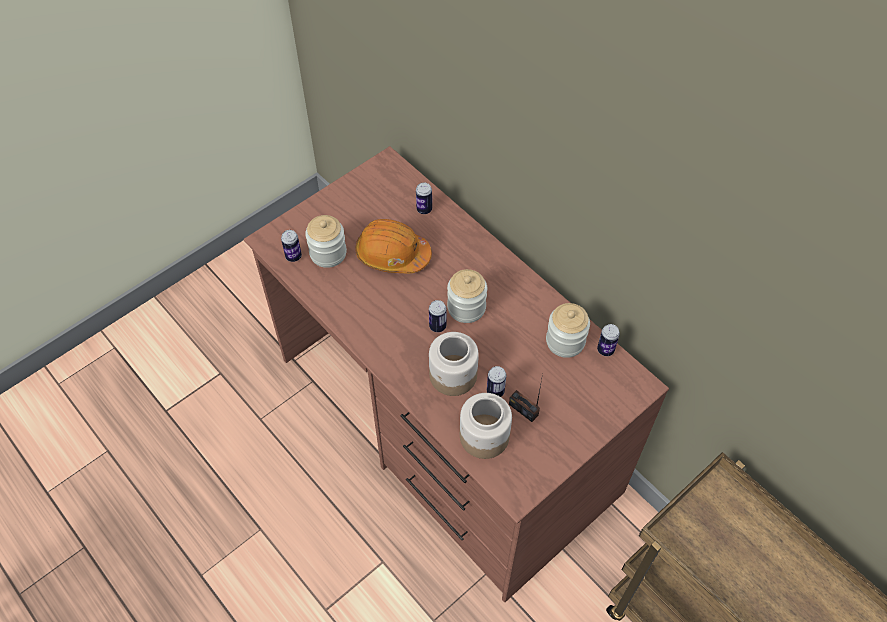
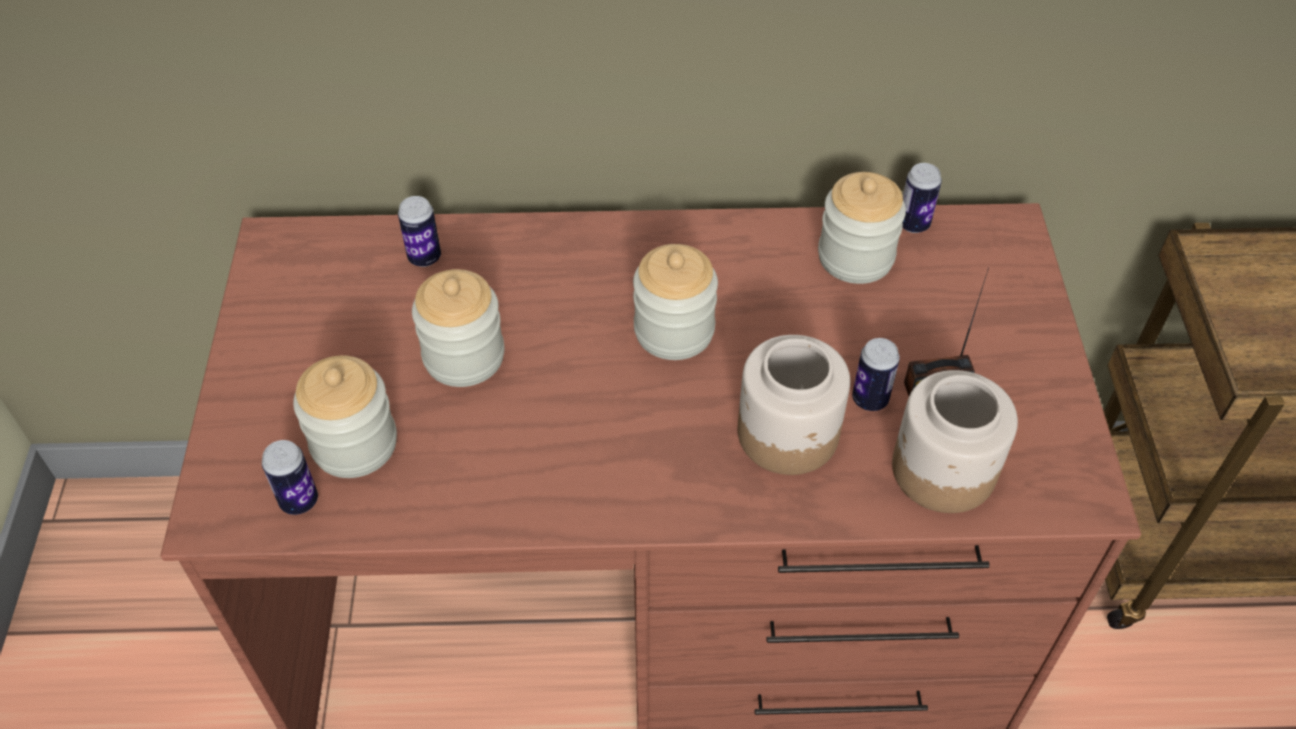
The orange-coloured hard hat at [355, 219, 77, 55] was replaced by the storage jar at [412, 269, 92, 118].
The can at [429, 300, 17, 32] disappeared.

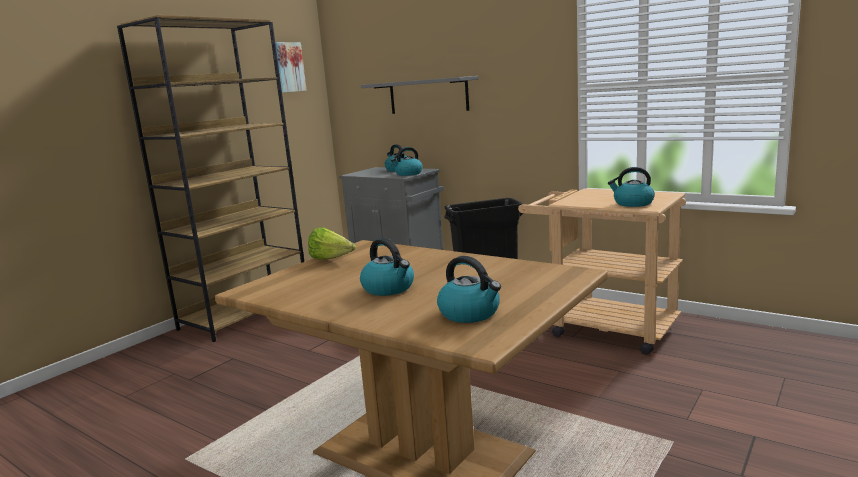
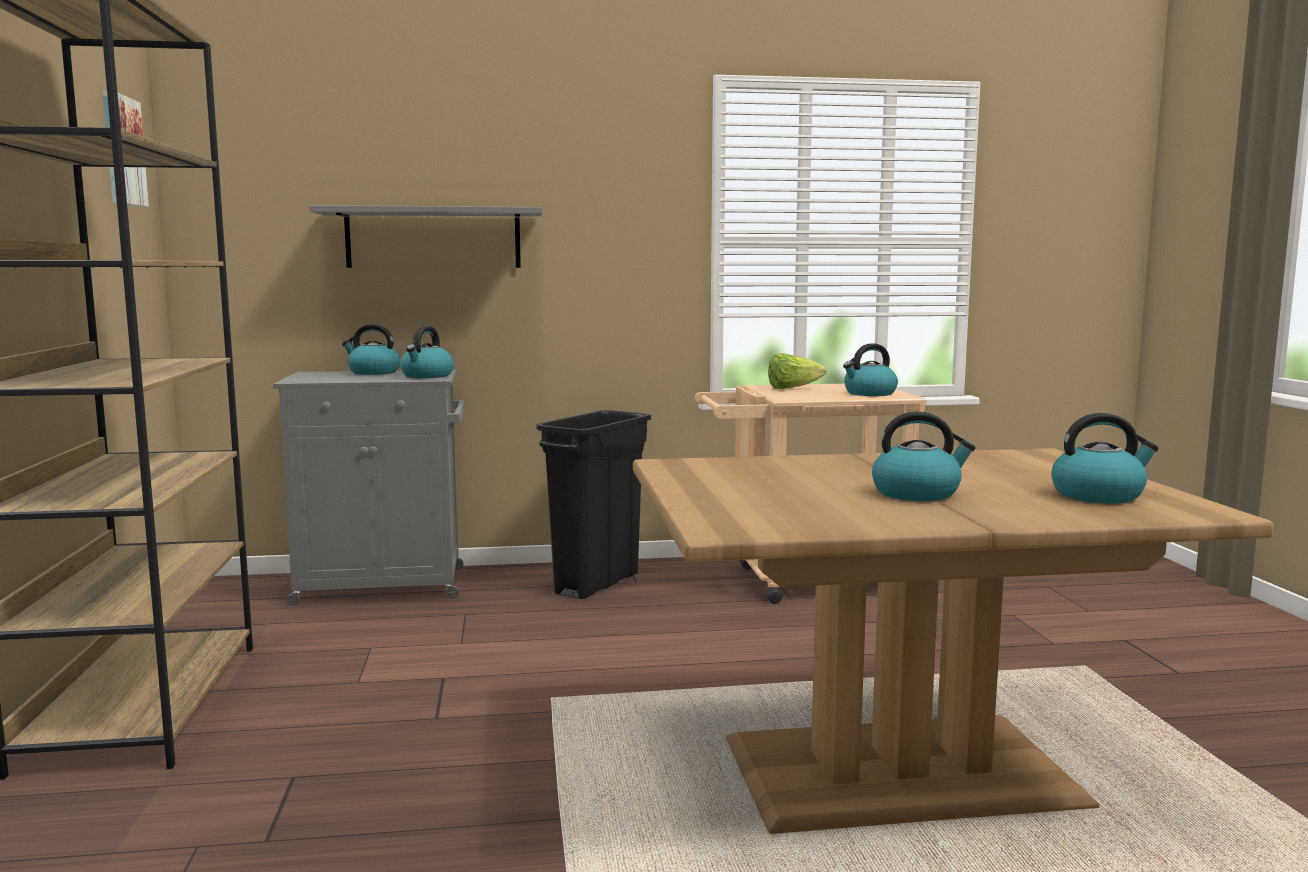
The lettuce head moved from [308, 227, 48, 32] to [768, 353, 58, 36].

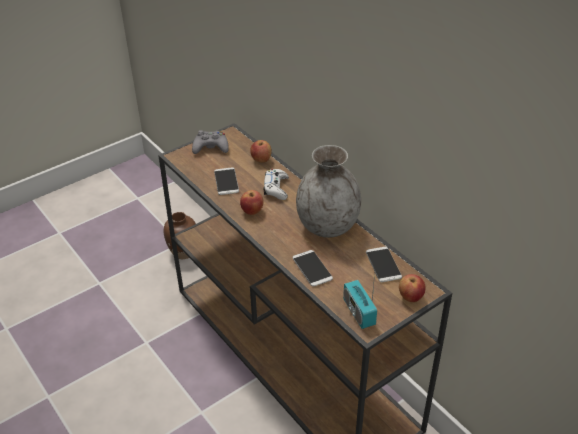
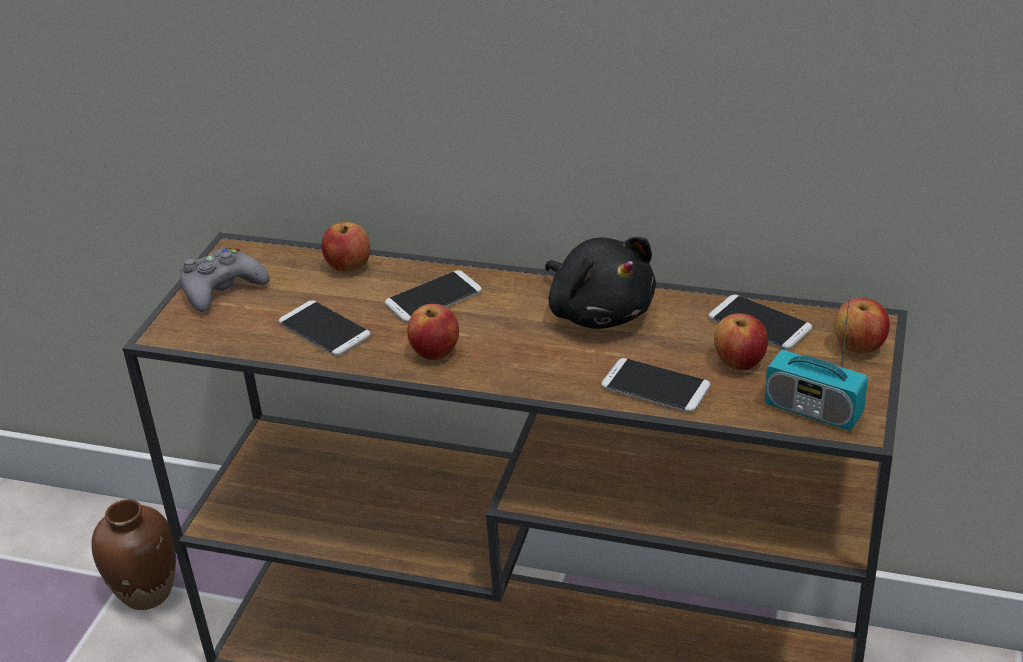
The white-coloured joypad at [263, 169, 26, 31] was replaced by the handset at [385, 270, 97, 53].
The gray flower vase at [296, 145, 65, 93] was replaced by the black-coloured cuddly toy at [545, 237, 111, 92].
The apple fruit at [714, 313, 54, 57] appeared.

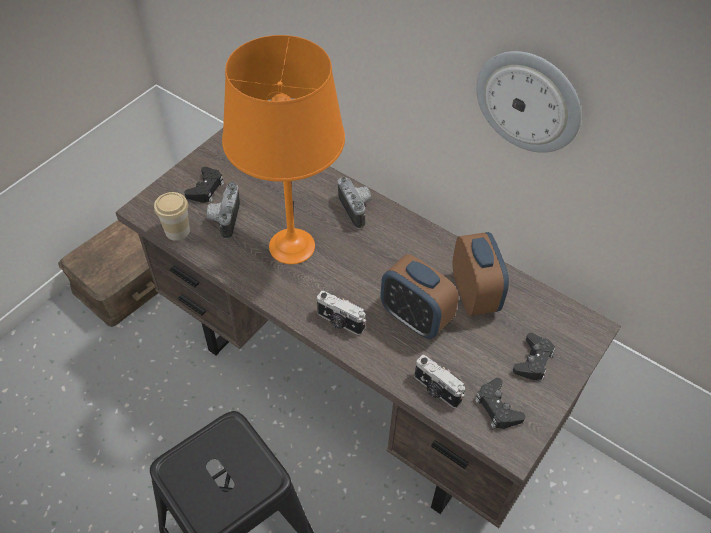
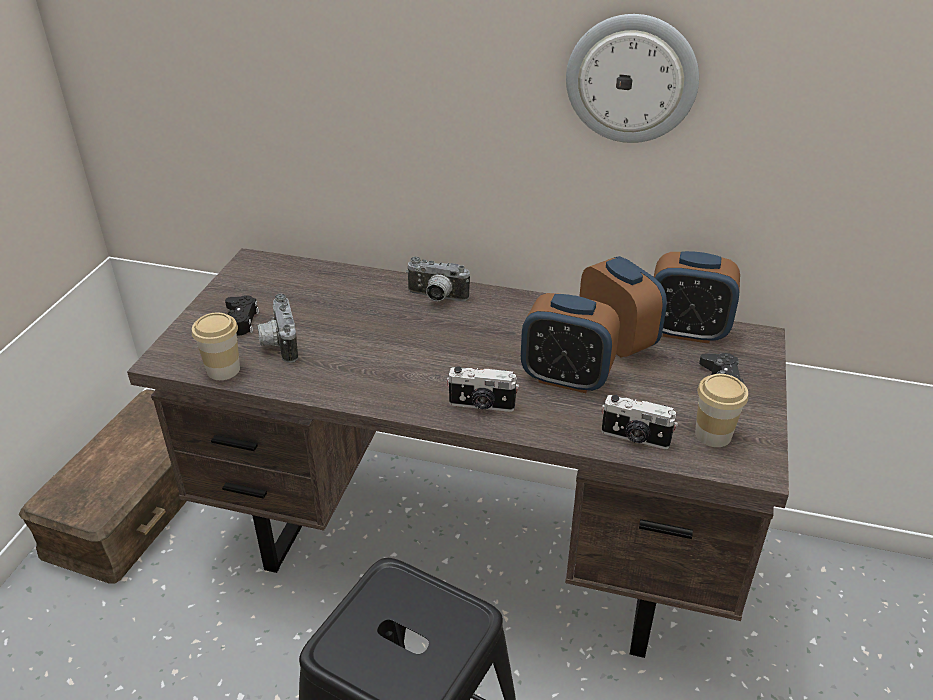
The photo camera at [338, 177, 33, 52] turned 150 degrees clockwise.
The alarm clock at [654, 251, 86, 93] appeared.
The black-coloured joypad at [475, 378, 51, 51] was replaced by the small cup at [695, 374, 53, 73].
The orange-coloured lamp for a table at [222, 35, 123, 229] disappeared.

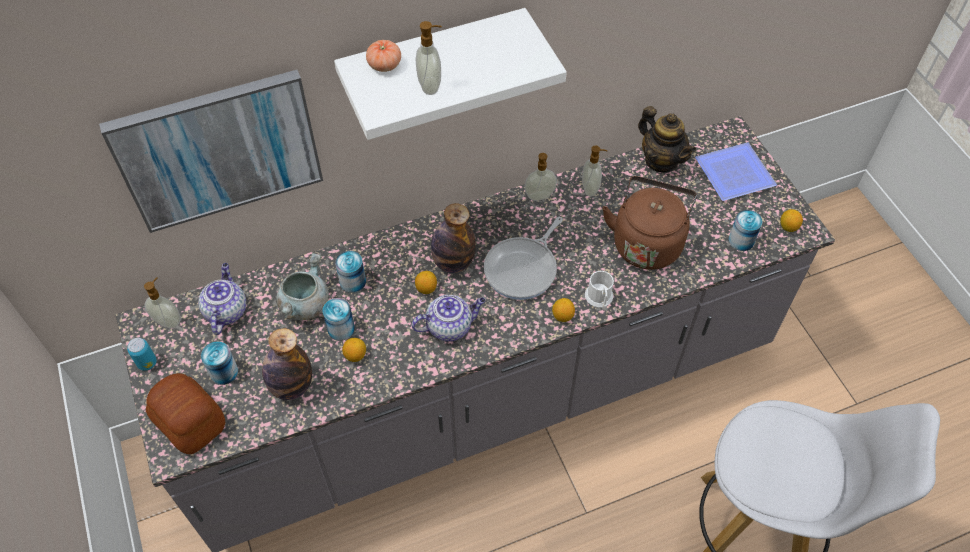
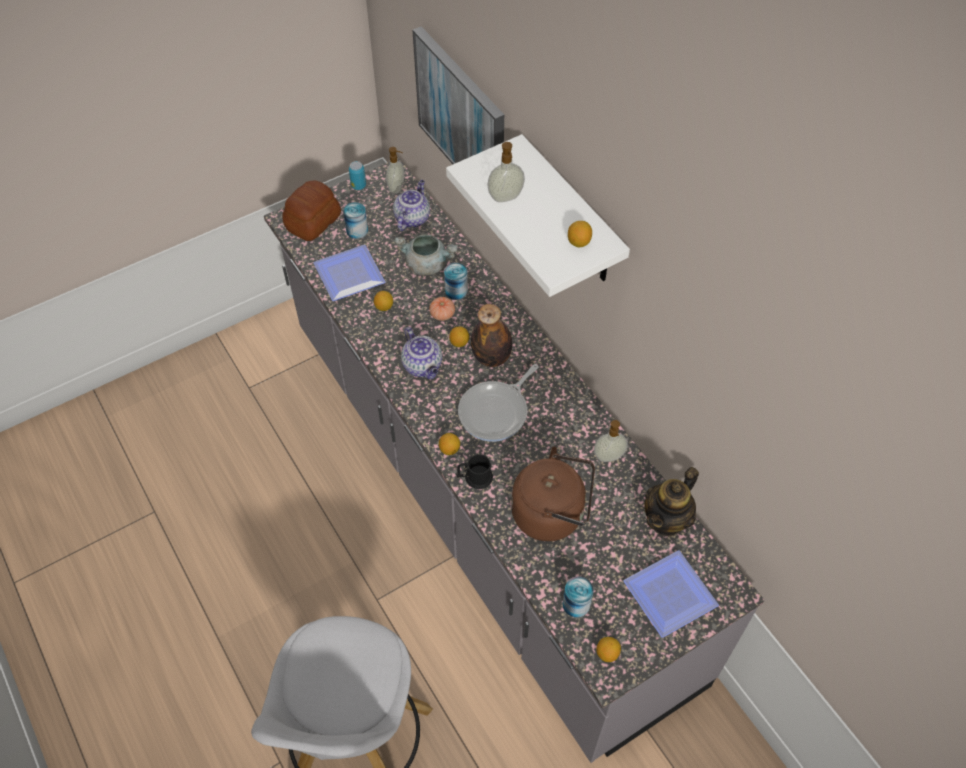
The beverage bottle at [262, 328, 50, 72] was replaced by the plate at [313, 245, 72, 56].
The pot for tea at [198, 263, 48, 72] turned 60 degrees counterclockwise.
The tomato moved from [366, 40, 35, 32] to [429, 297, 26, 24].
The white-coloured mug at [585, 271, 29, 37] became the black-coloured mug at [456, 454, 37, 35].
The frying pan at [484, 217, 79, 83] turned 75 degrees counterclockwise.
The lemon at [568, 221, 24, 26] appeared.
The can at [323, 298, 32, 43] disappeared.
The liquid soap bottle at [524, 153, 33, 48] disappeared.

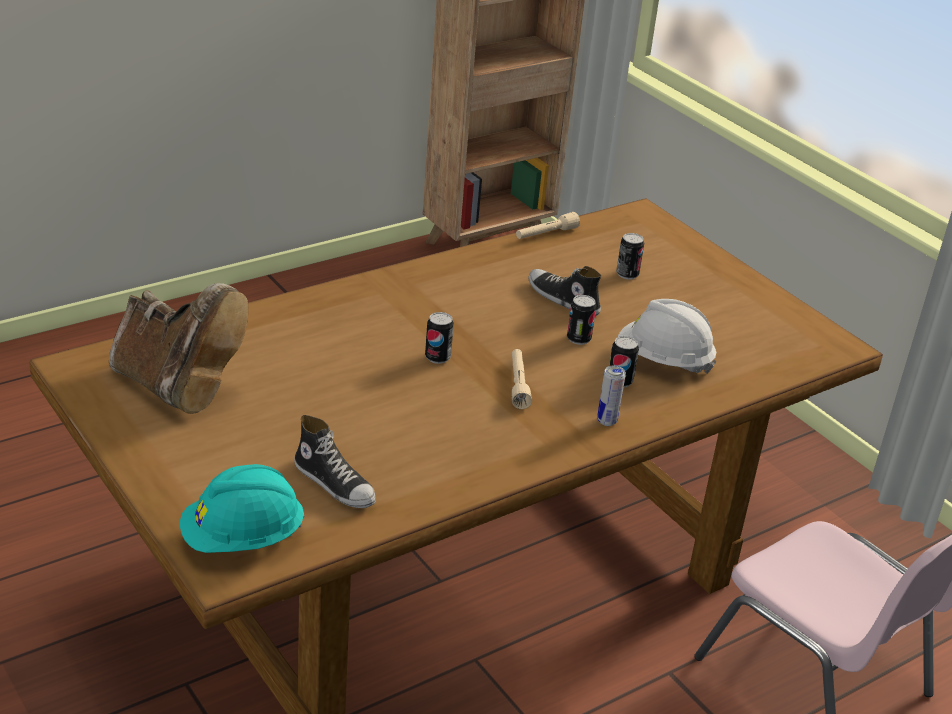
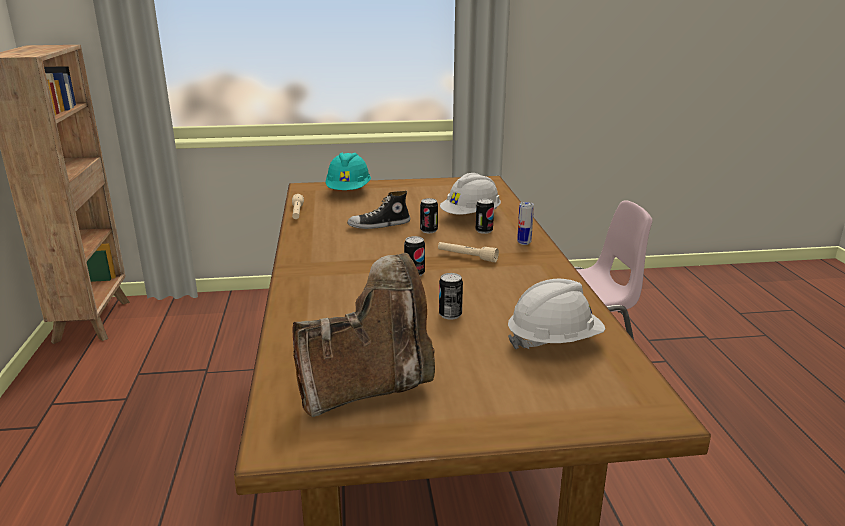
The turquoise-coloured hard hat moved from [180, 464, 124, 89] to [325, 153, 46, 37].
The can moved from [616, 233, 28, 46] to [439, 273, 24, 47].
The item of footwear at [294, 415, 82, 93] was replaced by the white-coloured hard hat at [508, 279, 97, 70].

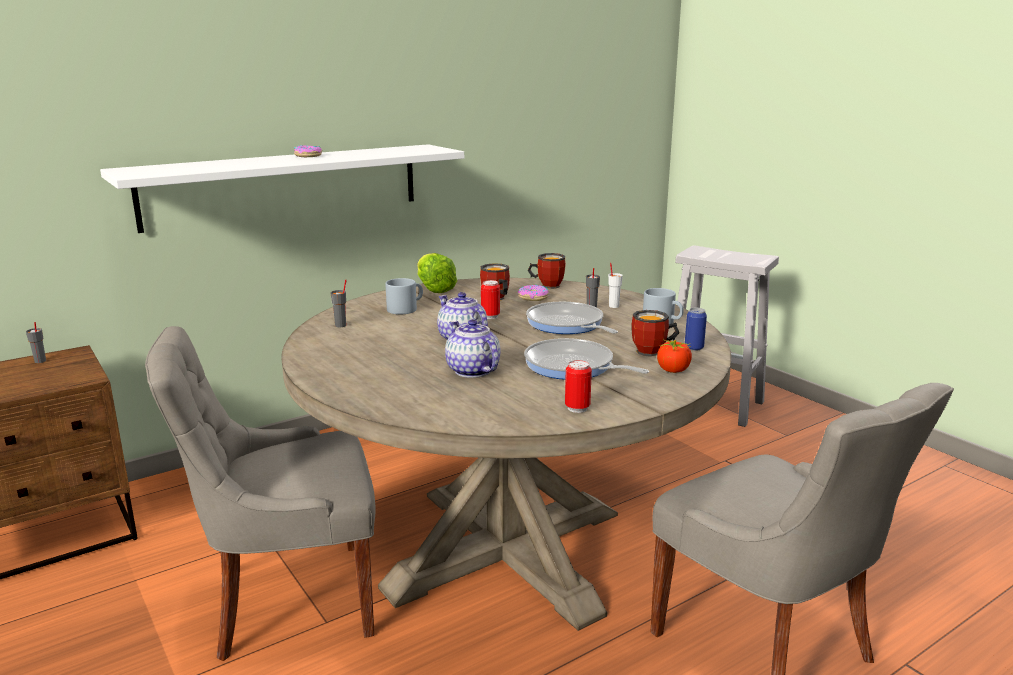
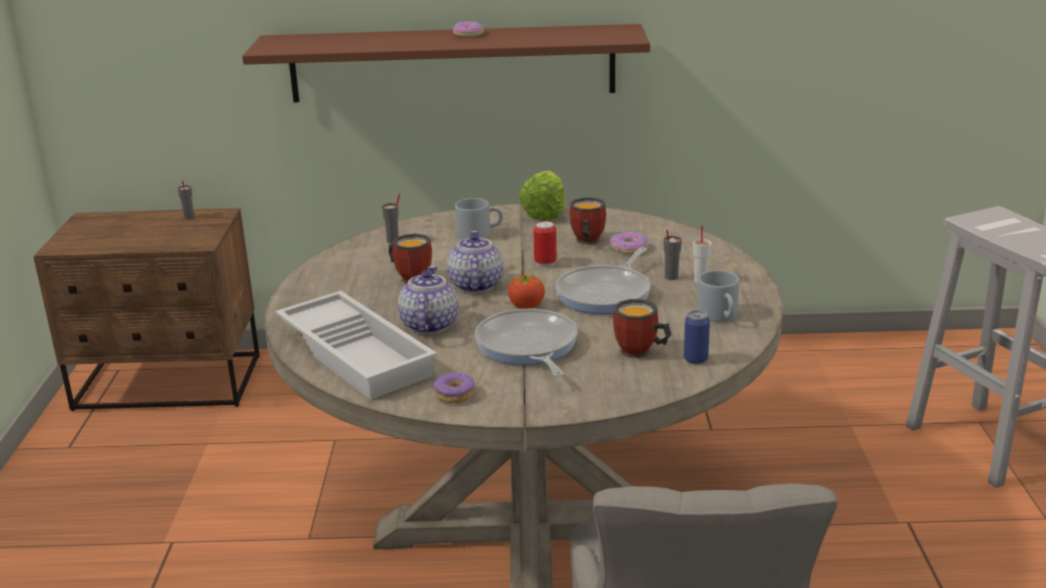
The white-coloured wall shelf at [100, 144, 364, 89] became the brown-coloured wall shelf at [242, 24, 408, 78].
The white-coloured serving tray at [275, 291, 162, 109] appeared.
The mug moved from [528, 253, 38, 36] to [388, 234, 44, 50].
The can at [565, 360, 27, 53] was replaced by the ring doughnut at [433, 372, 43, 31].
The tomato moved from [657, 339, 35, 34] to [508, 273, 37, 36].
The frying pan at [526, 302, 92, 32] turned 150 degrees counterclockwise.
The gray plain chair at [145, 326, 231, 335] disappeared.

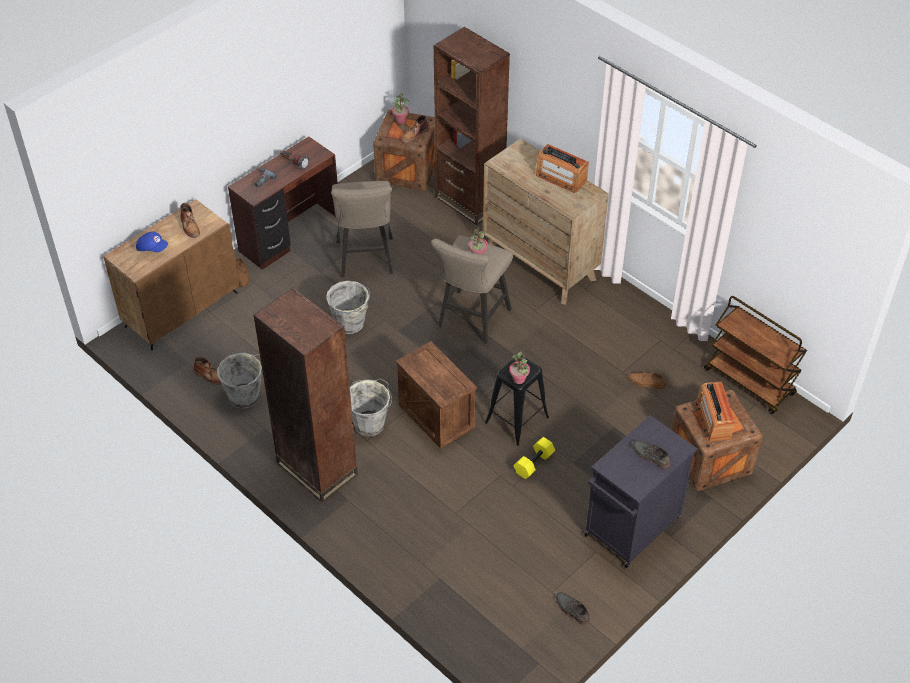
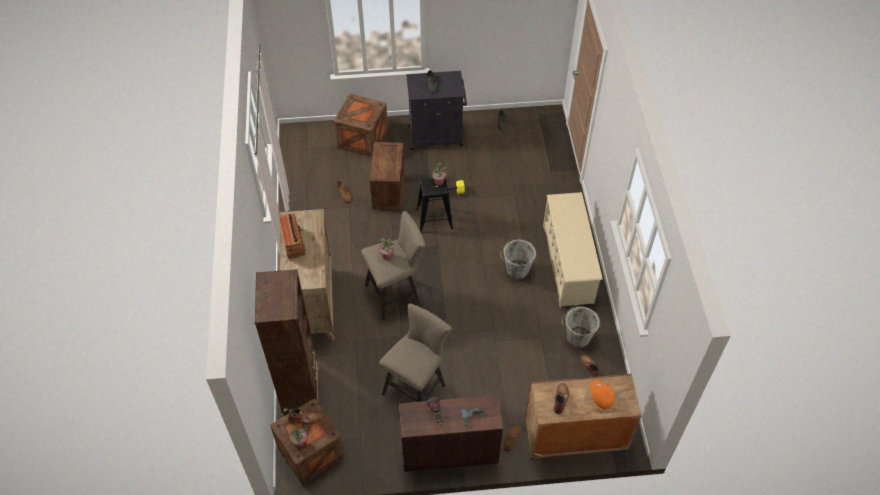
The shipping crate moved from [396, 341, 81, 108] to [370, 142, 35, 68].
The brown-coloured bookcase at [253, 287, 105, 215] was replaced by the sand-coloured shoe stand at [543, 192, 60, 116].
The blue cap at [136, 232, 32, 20] became the orange-coloured cap at [590, 380, 25, 29].
The gray bucket at [326, 281, 44, 53] disappeared.
The radio at [695, 381, 40, 61] disappeared.
The brown-coloured trolley at [704, 296, 103, 118] disappeared.

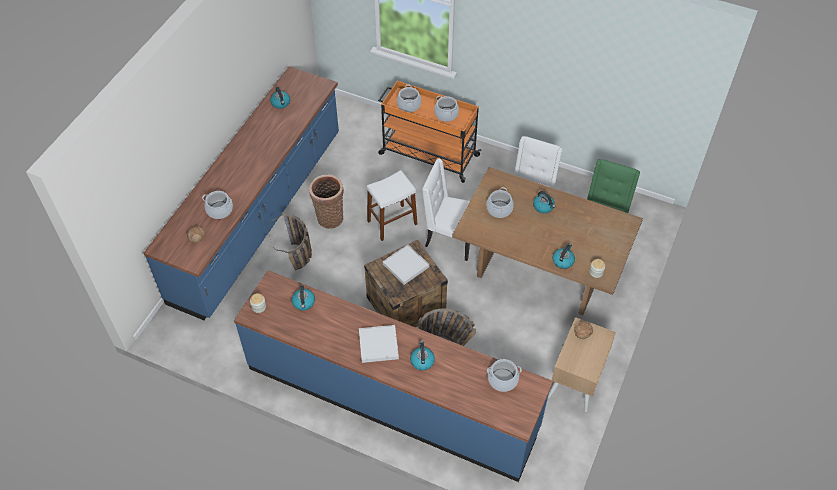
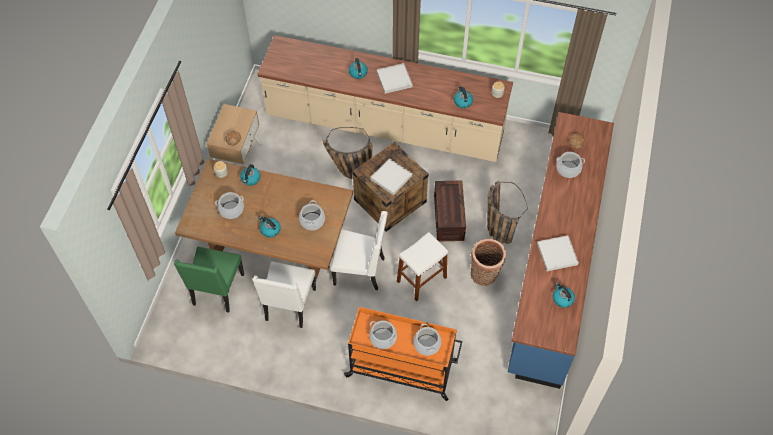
The saucepot moved from [487, 359, 35, 33] to [215, 192, 29, 27].
The blue kitchen counter at [234, 270, 319, 212] became the sand-coloured kitchen counter at [258, 35, 255, 127].
The shipping crate at [434, 180, 32, 61] appeared.
The white-coloured serving tray at [537, 236, 42, 35] appeared.

